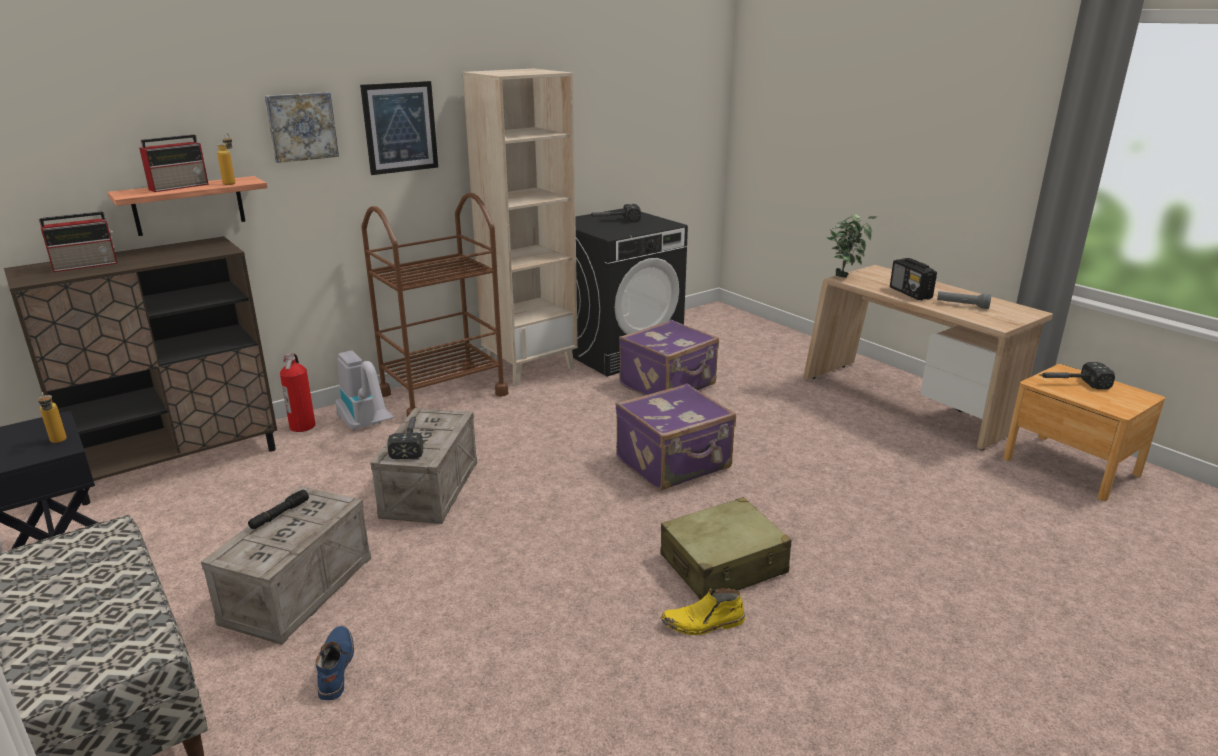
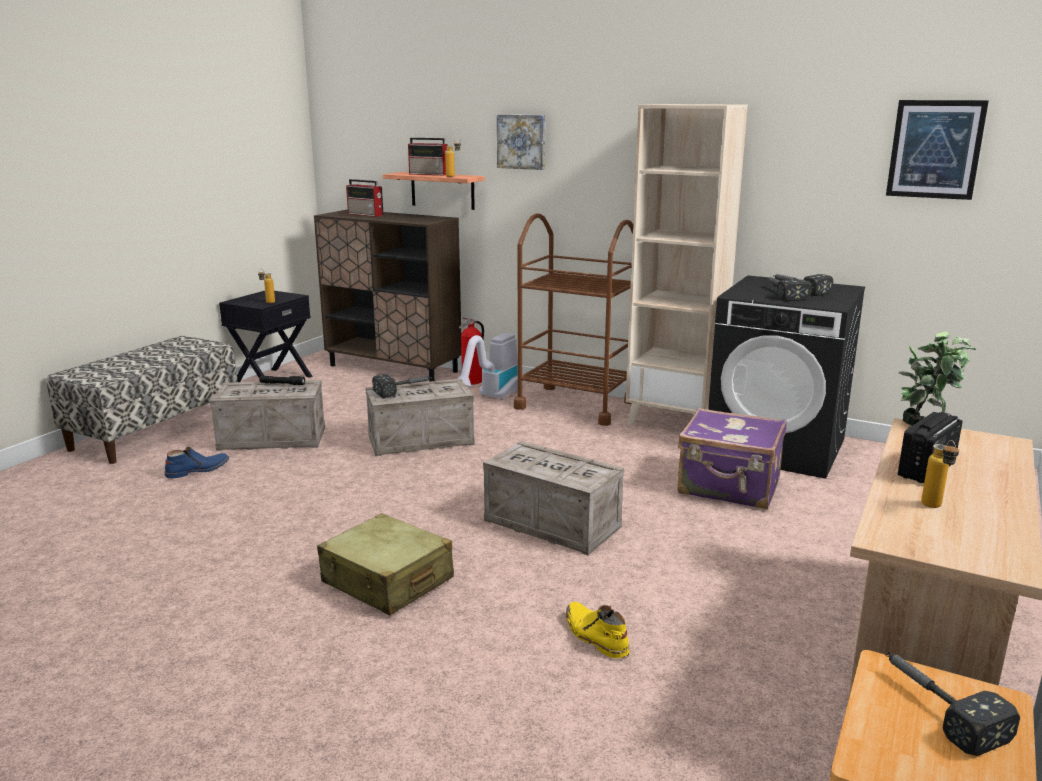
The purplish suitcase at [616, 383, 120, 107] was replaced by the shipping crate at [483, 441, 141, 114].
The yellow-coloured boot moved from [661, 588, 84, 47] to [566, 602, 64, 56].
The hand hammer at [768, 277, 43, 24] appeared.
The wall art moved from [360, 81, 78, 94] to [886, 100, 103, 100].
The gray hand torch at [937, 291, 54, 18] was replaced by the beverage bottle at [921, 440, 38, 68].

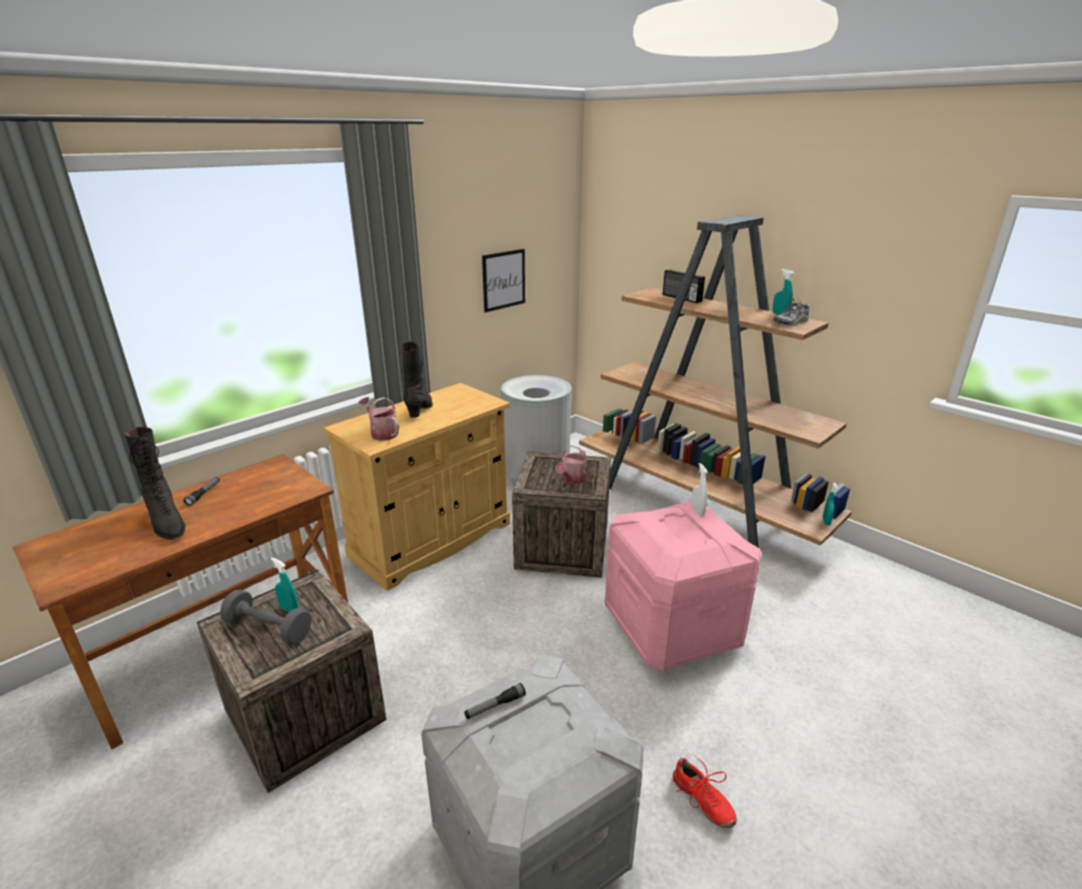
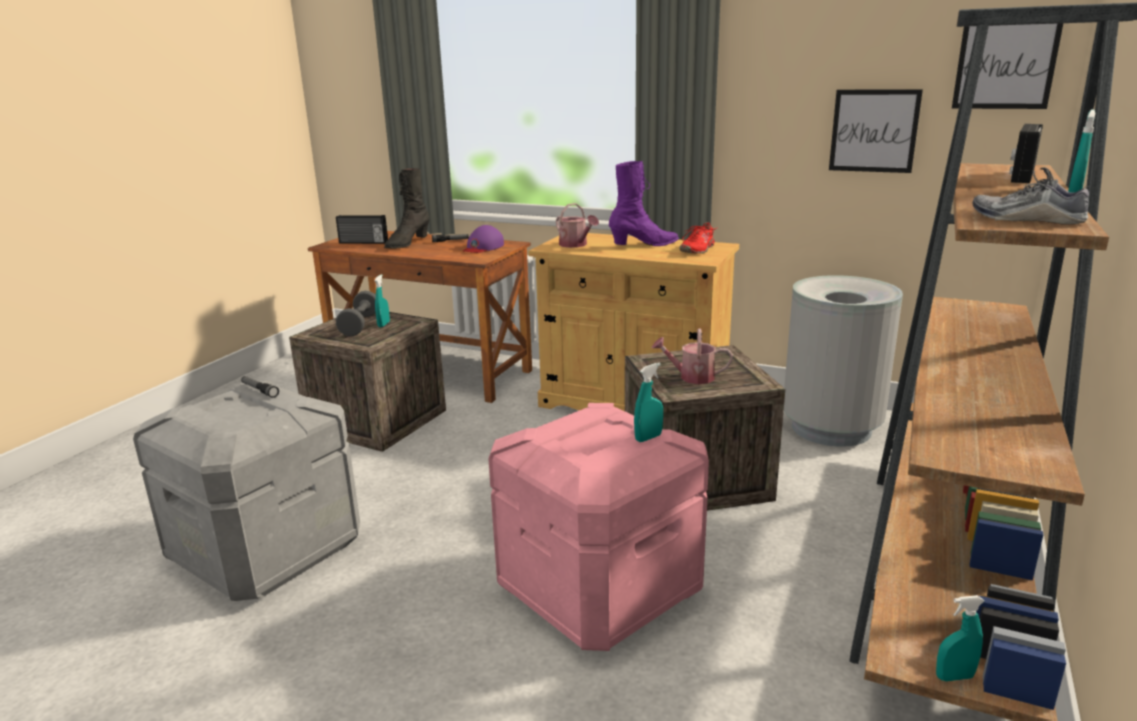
The radio at [336, 215, 52, 29] appeared.
The purplish cap at [463, 225, 41, 28] appeared.
The watering pot at [359, 397, 40, 44] turned 120 degrees clockwise.
The black-coloured boot at [401, 341, 32, 77] became the purplish boot at [609, 161, 70, 85].
The white-coloured spray bottle at [691, 463, 17, 53] became the turquoise-coloured spray bottle at [634, 363, 29, 79].
The reddish item of footwear moved from [673, 756, 64, 72] to [679, 222, 39, 32].
The wall art at [952, 23, 111, 86] appeared.

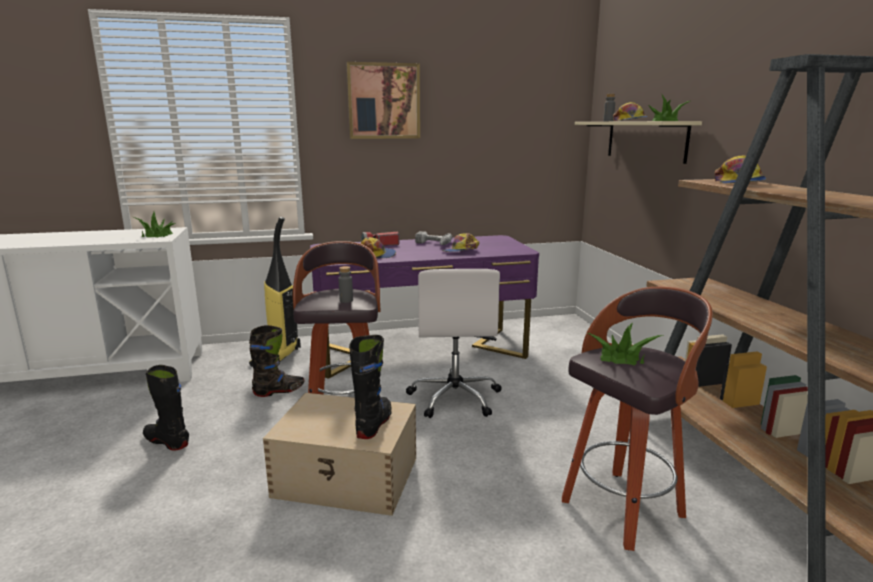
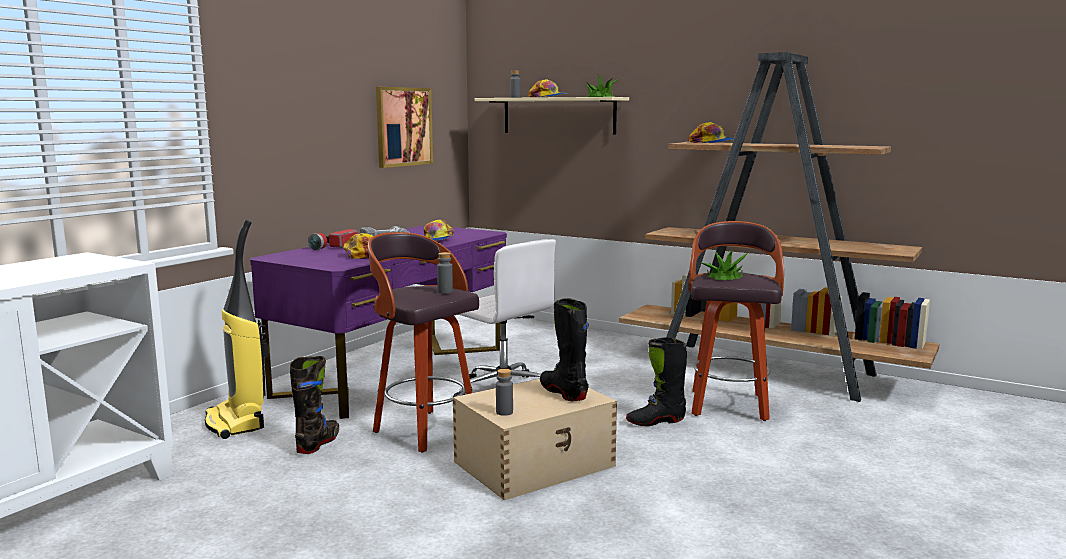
The wall art moved from [346, 62, 74, 77] to [376, 87, 57, 81].
The gray beverage bottle at [496, 369, 17, 47] appeared.
The black-coloured boot moved from [143, 365, 46, 86] to [626, 337, 61, 89].
The plant in a pot at [133, 212, 43, 25] disappeared.

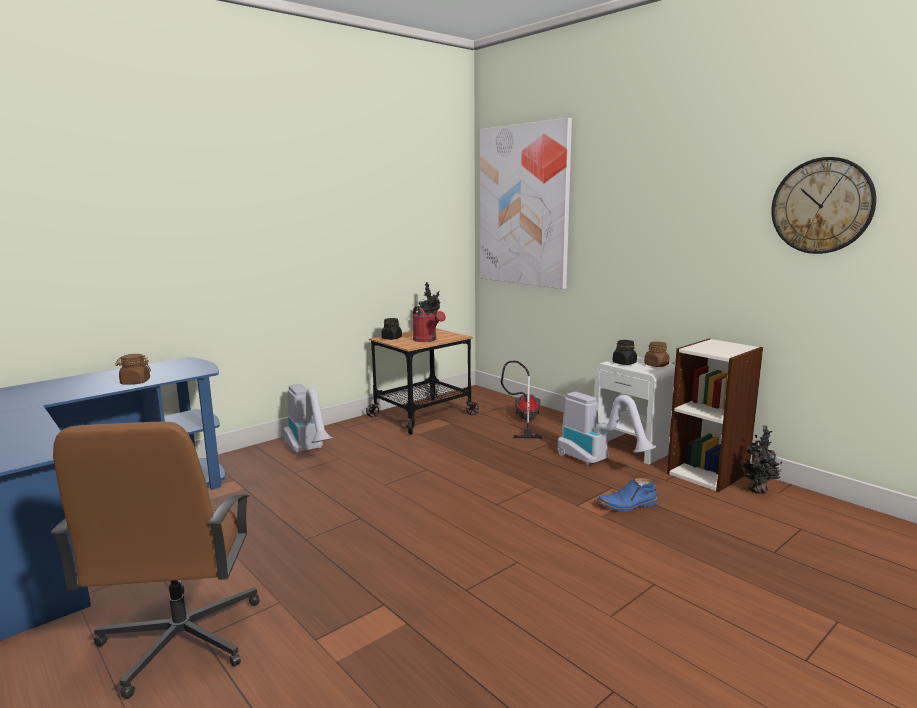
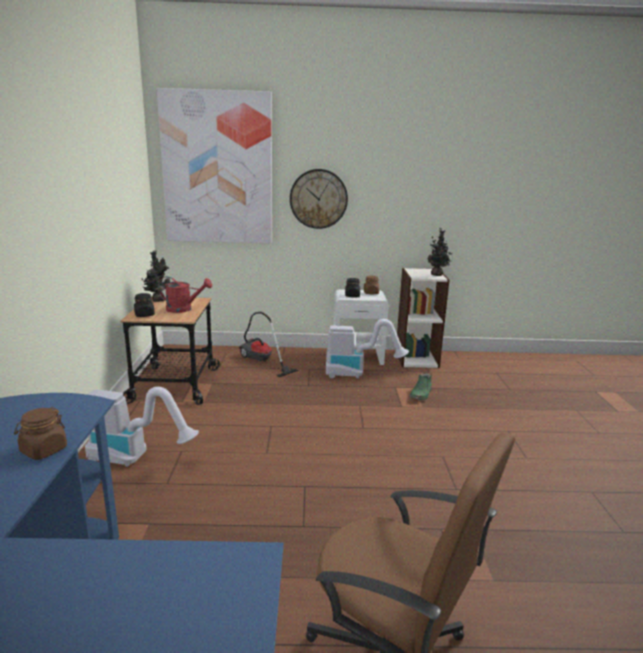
The hanging clock moved from [771, 157, 105, 97] to [290, 169, 58, 60].
The blue boot at [597, 478, 61, 33] became the greenish boot at [409, 371, 23, 29].
The plant in a pot moved from [741, 425, 41, 69] to [427, 228, 25, 48].

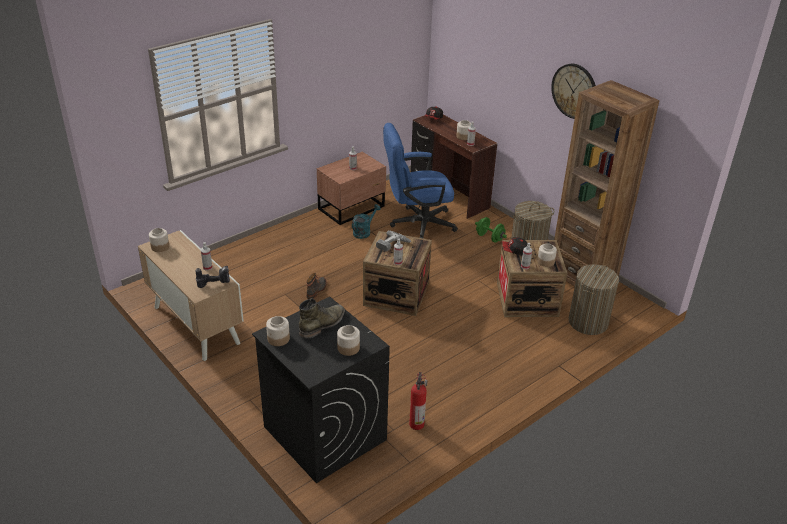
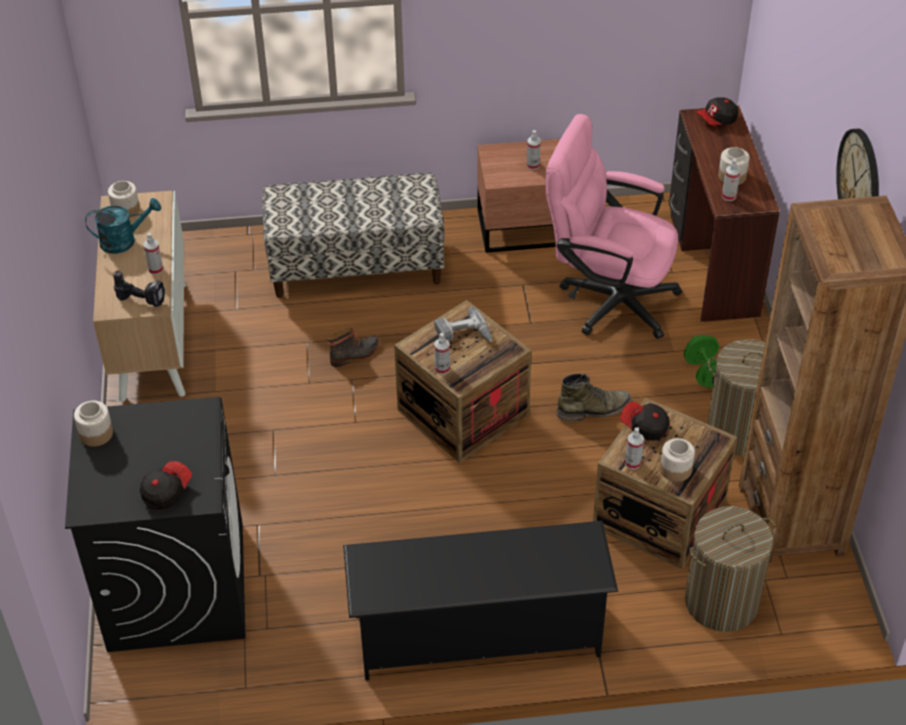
The turquoise-coloured watering pot moved from [352, 204, 29, 35] to [85, 198, 76, 56].
The storage jar at [337, 325, 23, 31] was replaced by the cap at [140, 461, 52, 49].
The indoor bench at [262, 173, 182, 125] appeared.
The black-coloured shoe stand at [343, 521, 275, 160] appeared.
The blue desk chair at [383, 123, 75, 116] became the pink-coloured desk chair at [545, 114, 137, 225].
The greenish boot moved from [299, 298, 46, 41] to [557, 373, 75, 48].
The fire-fighting cylinder at [409, 372, 19, 58] disappeared.

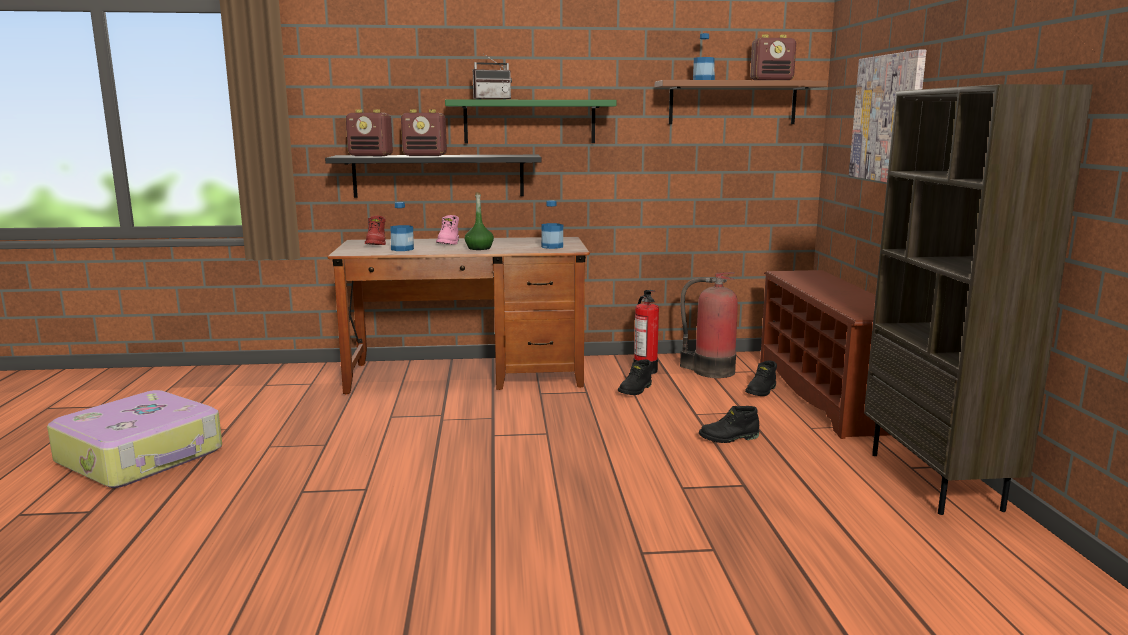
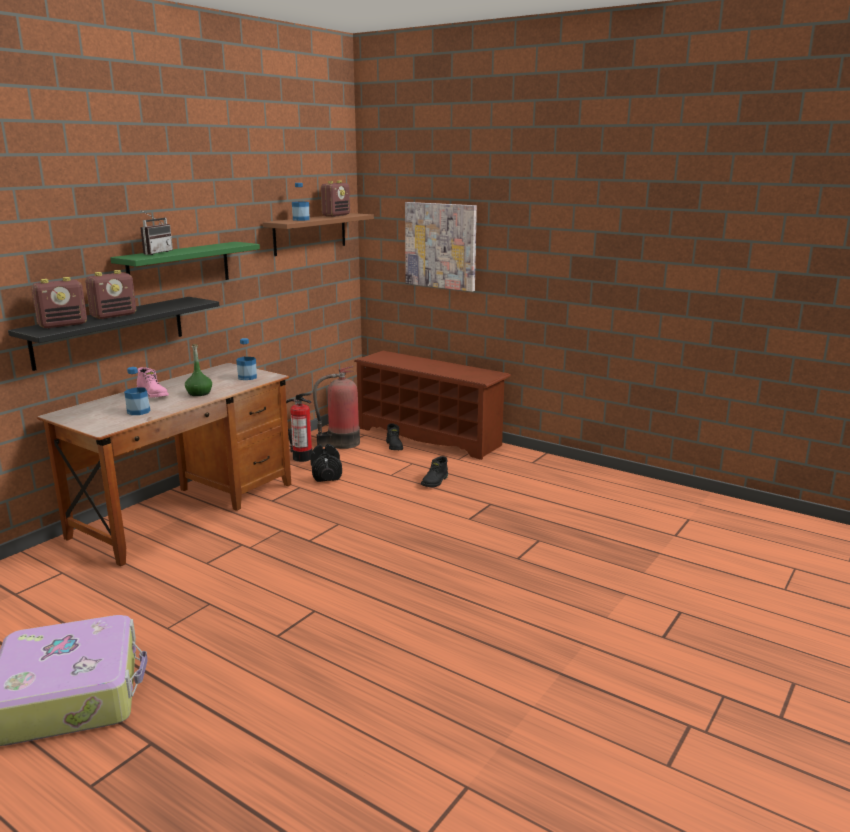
The black-coloured boot at [618, 359, 34, 36] was replaced by the black-coloured free weight at [310, 444, 32, 38].
The reddish boot at [365, 216, 21, 29] disappeared.
The brown-coloured bookcase at [864, 84, 229, 431] disappeared.

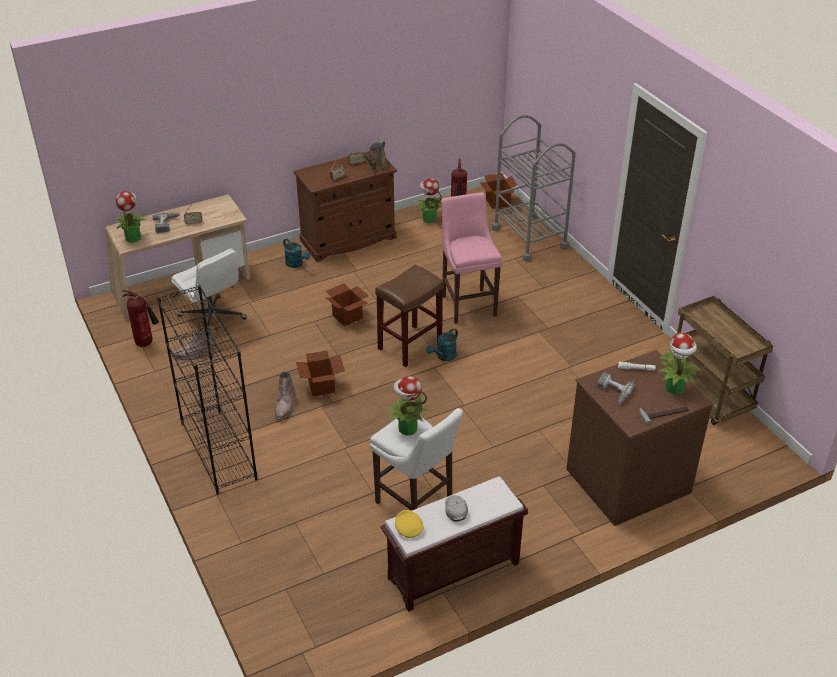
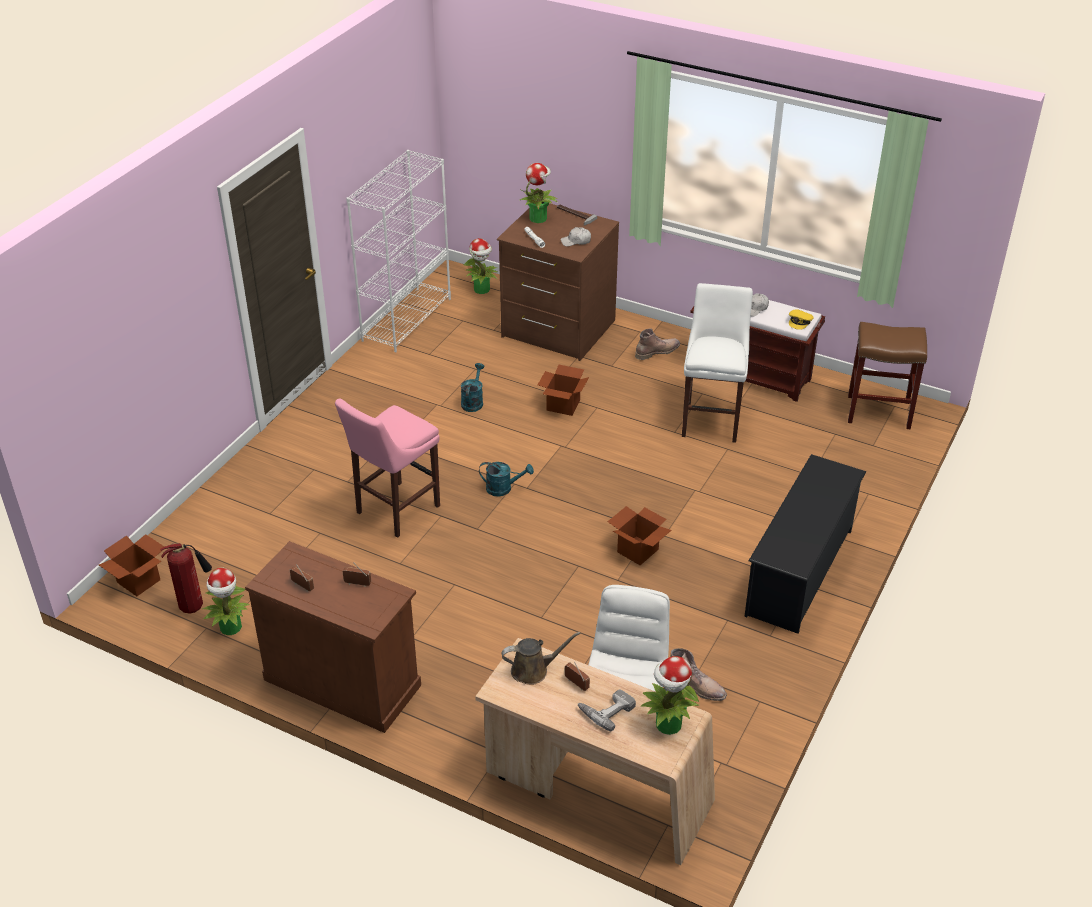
The brown-coloured trolley at [674, 296, 99, 129] was replaced by the white-coloured bookcase at [346, 150, 105, 202].
The turquoise-coloured watering pot moved from [283, 239, 27, 29] to [461, 363, 23, 49].
The plant in a pot moved from [387, 376, 41, 60] to [464, 238, 33, 56].
The brown-coloured watering pot moved from [363, 141, 25, 30] to [502, 632, 79, 53].
The cardboard box moved from [325, 283, 44, 43] to [538, 365, 51, 51].
The electric drill at [597, 372, 37, 32] was replaced by the white-coloured cap at [561, 227, 30, 19].
The brown-coloured boot moved from [275, 371, 20, 49] to [635, 328, 45, 32].
The black-coloured bookcase at [157, 285, 101, 210] was replaced by the black-coloured shoe stand at [744, 454, 122, 180].
The brown-coloured stool moved from [375, 265, 69, 102] to [848, 322, 79, 107].
The fire-fighting cylinder at [122, 290, 37, 57] disappeared.
The gray trolley at [492, 115, 84, 147] disappeared.

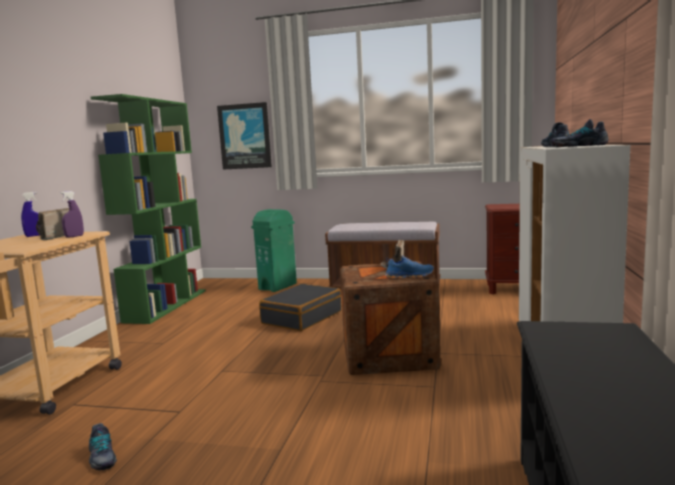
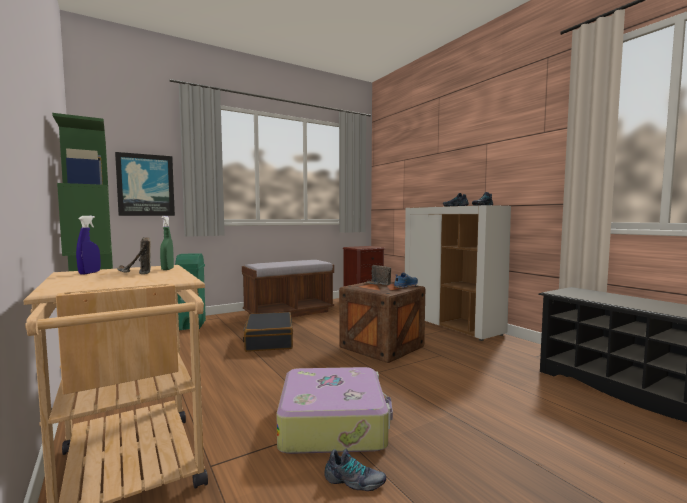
The purplish spray bottle at [60, 191, 24, 47] became the greenish spray bottle at [160, 216, 14, 54].
The suitcase at [276, 367, 117, 87] appeared.

